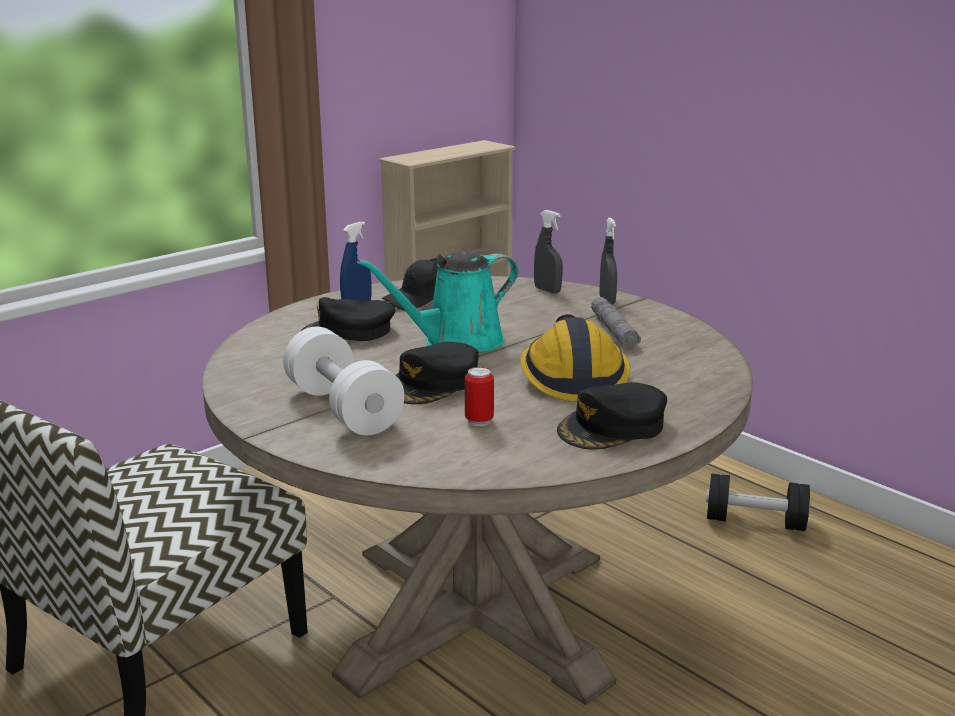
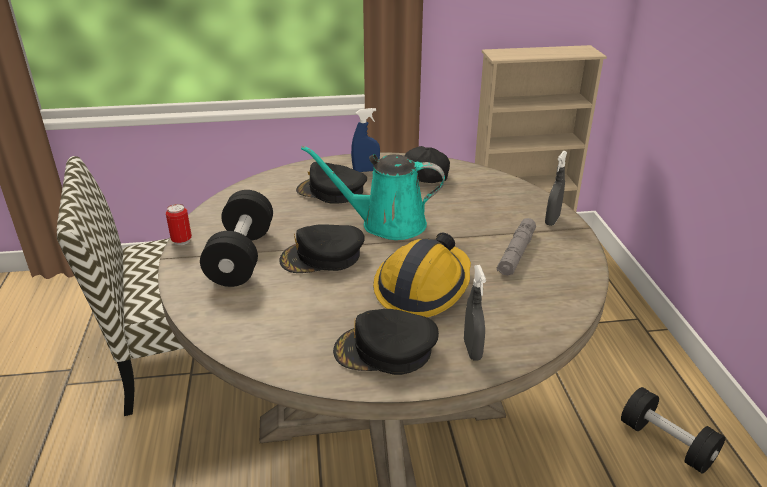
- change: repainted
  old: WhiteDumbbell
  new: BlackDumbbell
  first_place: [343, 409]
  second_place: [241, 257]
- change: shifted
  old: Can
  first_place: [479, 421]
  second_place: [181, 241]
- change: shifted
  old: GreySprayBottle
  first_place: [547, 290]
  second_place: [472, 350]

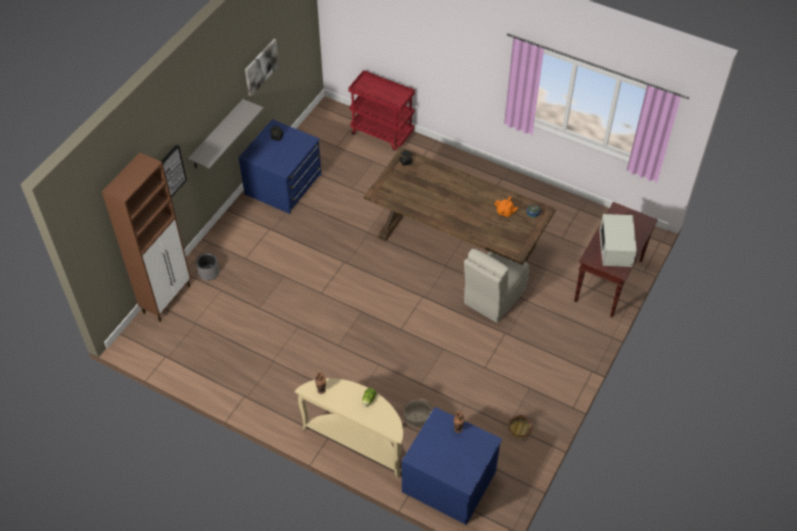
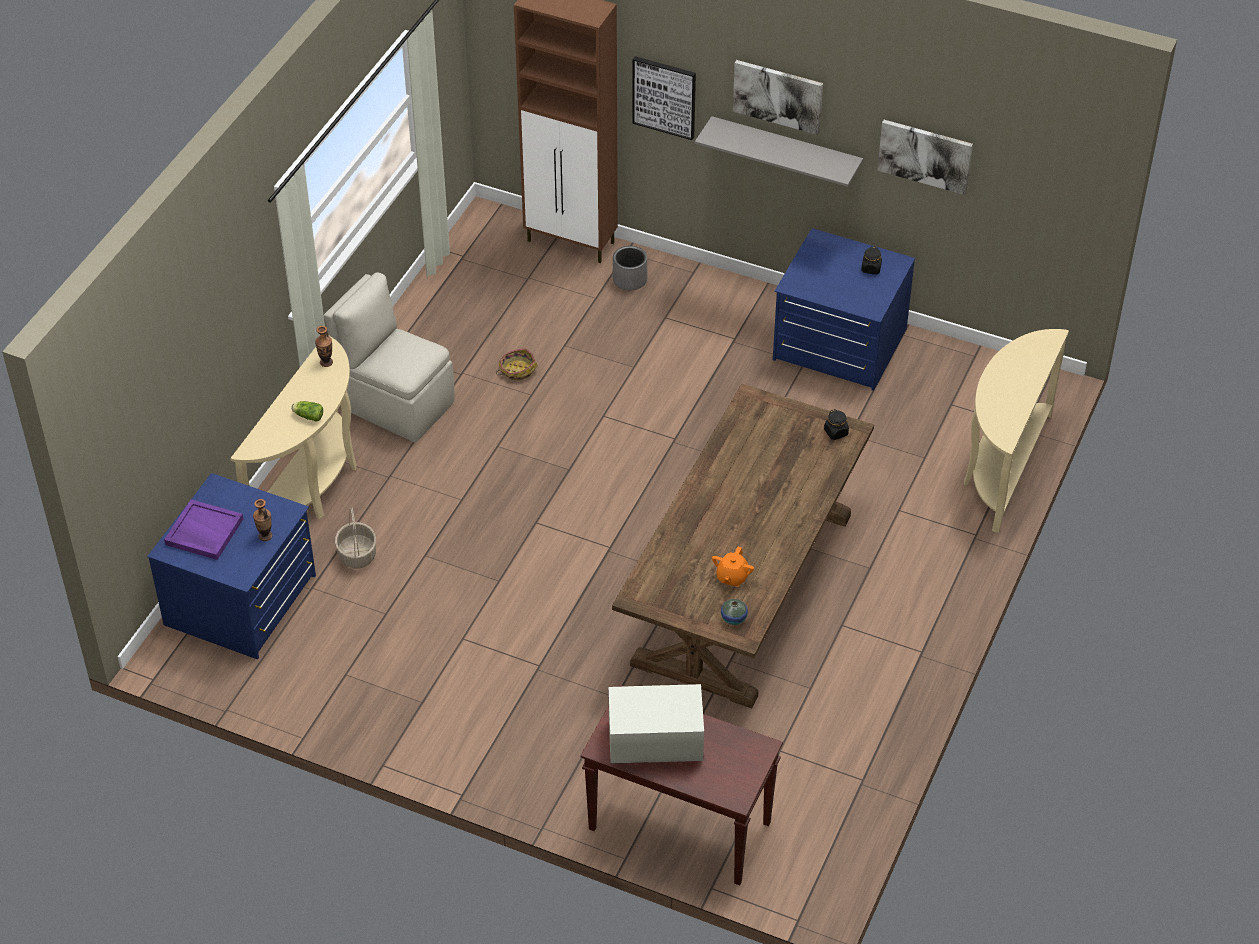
- change: swapped
  old: RedCart
  new: BeigeConsoleTable
  first_place: [383, 133]
  second_place: [1002, 466]
- change: shifted
  old: BeigeChair
  first_place: [493, 297]
  second_place: [396, 404]
- change: shifted
  old: Basket
  first_place: [519, 430]
  second_place: [517, 370]
- change: new
  new: PurpleTray
  second_place: [203, 532]
- change: new
  new: Picture
  second_place: [778, 95]

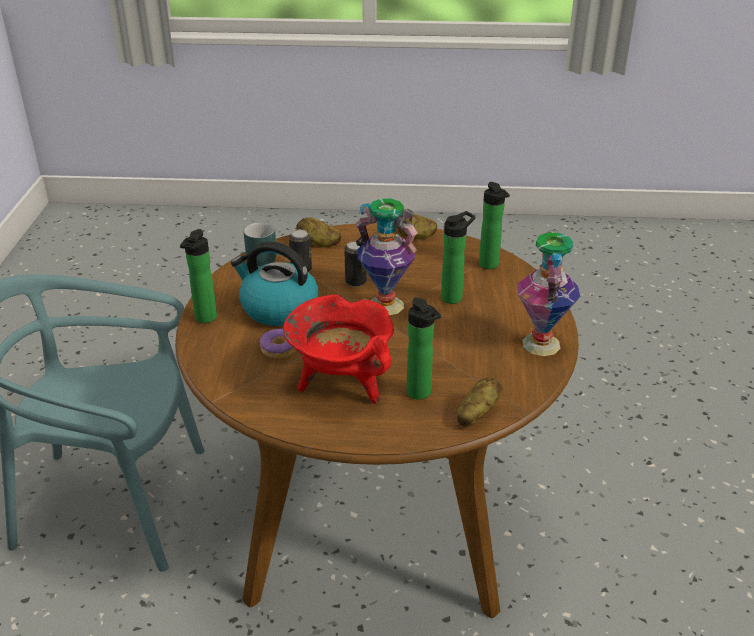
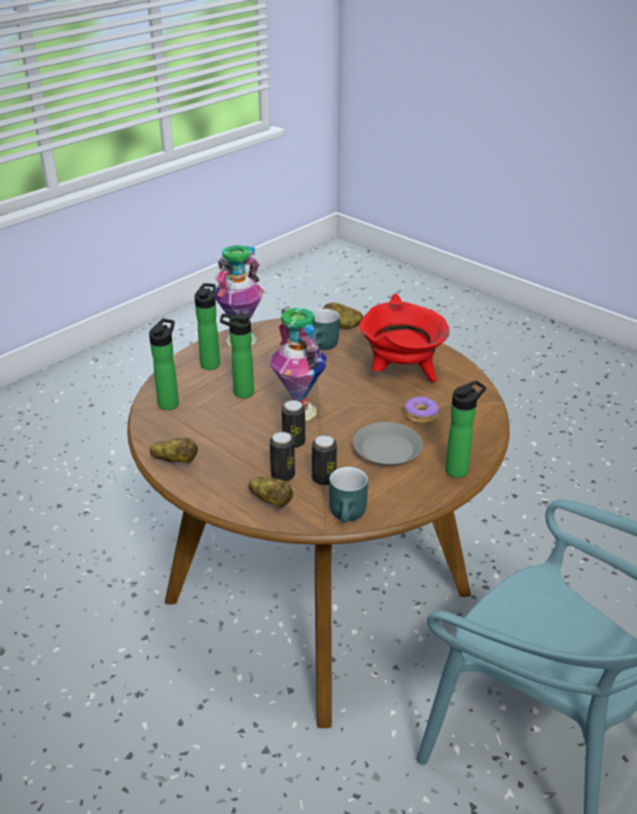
- change: swapped
  old: Kettle
  new: GreyPlate
  first_place: [278, 308]
  second_place: [387, 449]
- change: shifted
  old: Bottle
  first_place: [421, 394]
  second_place: [211, 363]
- change: new
  new: Can
  second_place: [283, 475]
- change: new
  new: TurquoiseMug
  second_place: [324, 346]

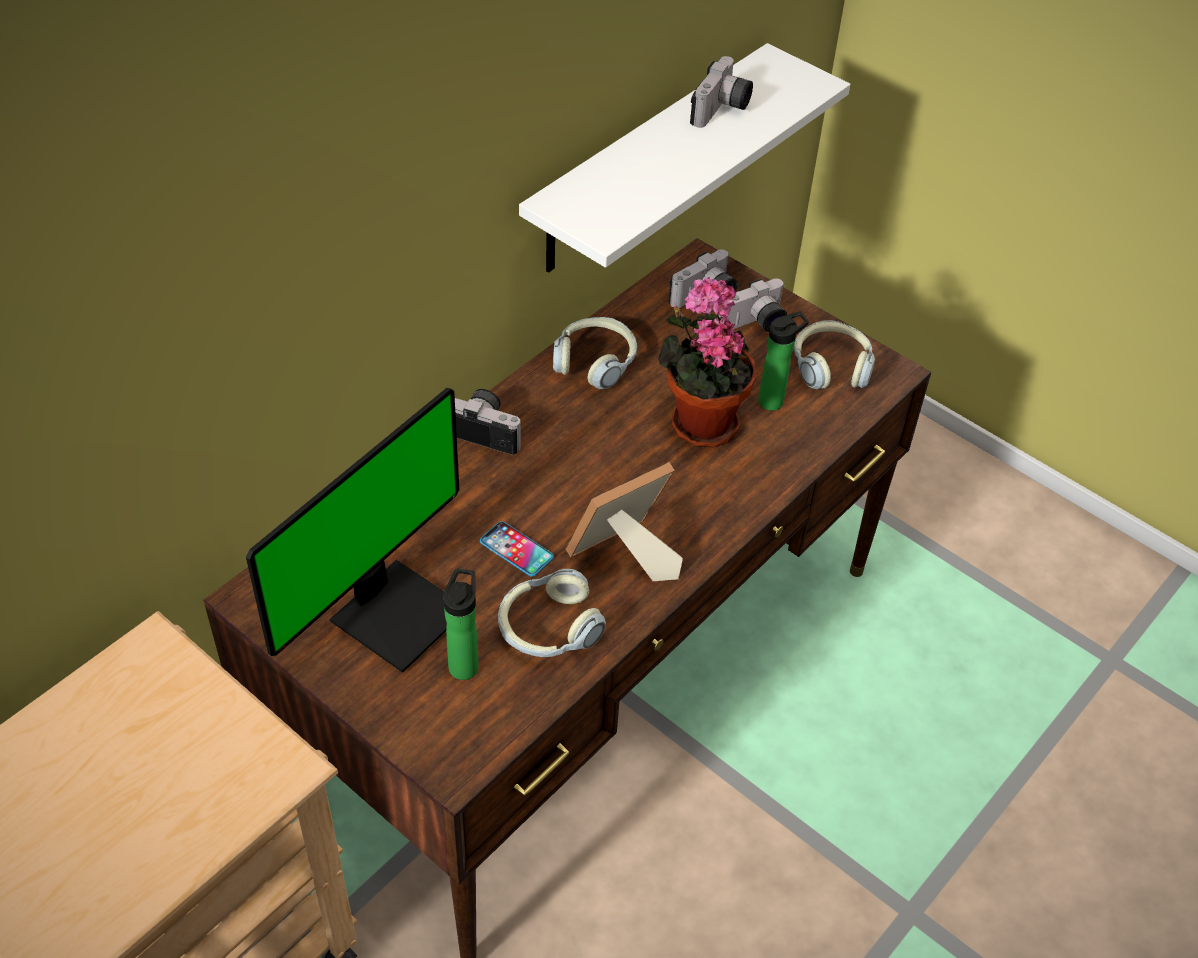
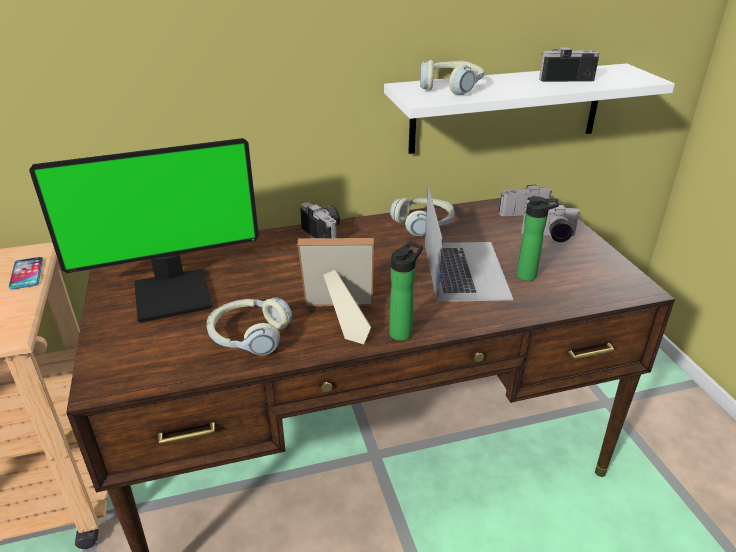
- change: shifted
  old: Bottle
  first_place: [464, 663]
  second_place: [403, 332]
- change: shifted
  old: Phone
  first_place: [516, 550]
  second_place: [27, 273]
- change: swapped
  old: PottedPlant
  new: Laptop
  first_place: [700, 421]
  second_place: [465, 269]
- change: rotated
  old: PhotoCamera
  first_place: [722, 110]
  second_place: [563, 77]
  degrees: -150
- change: shifted
  old: Headphones
  first_place: [831, 366]
  second_place: [451, 87]

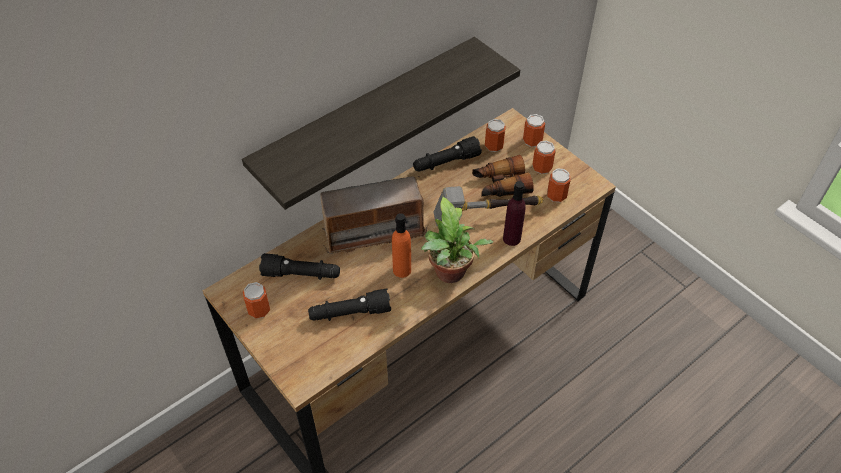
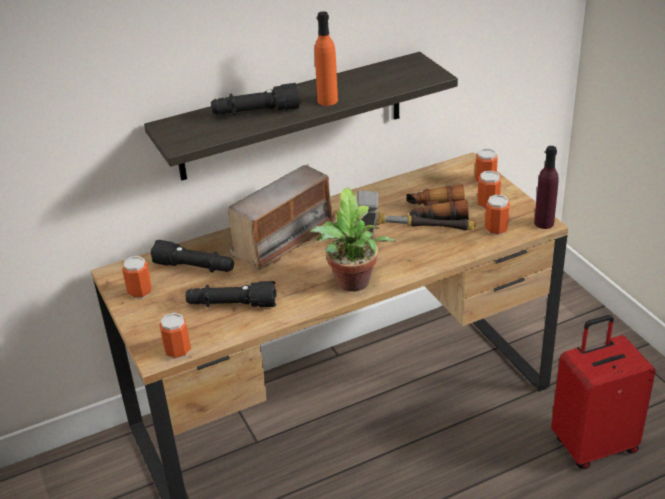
- change: rotated
  old: Radio
  first_place: [374, 231]
  second_place: [284, 240]
  degrees: -45
- change: shifted
  old: OrangeBottle
  first_place: [402, 270]
  second_place: [327, 100]
- change: shifted
  old: BlackFlashlight
  first_place: [446, 163]
  second_place: [256, 112]
- change: shifted
  old: Can
  first_place: [494, 146]
  second_place: [178, 350]
- change: shifted
  old: PurpleBottle
  first_place: [511, 238]
  second_place: [544, 223]
- change: new
  new: RedSuitcase
  second_place: [593, 444]

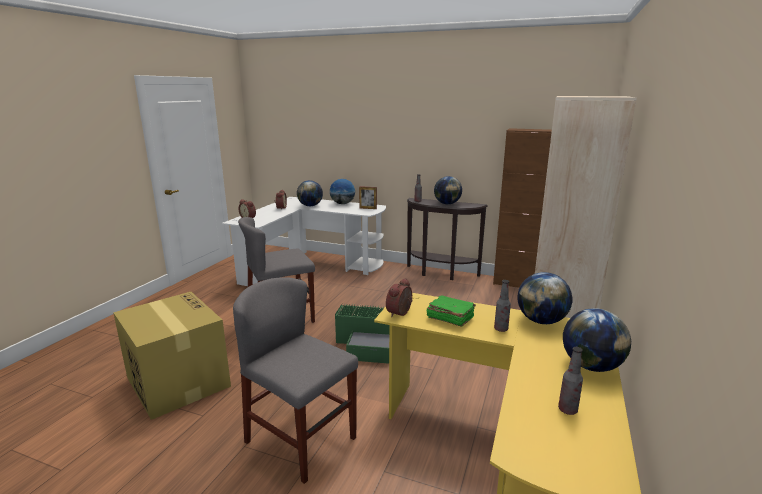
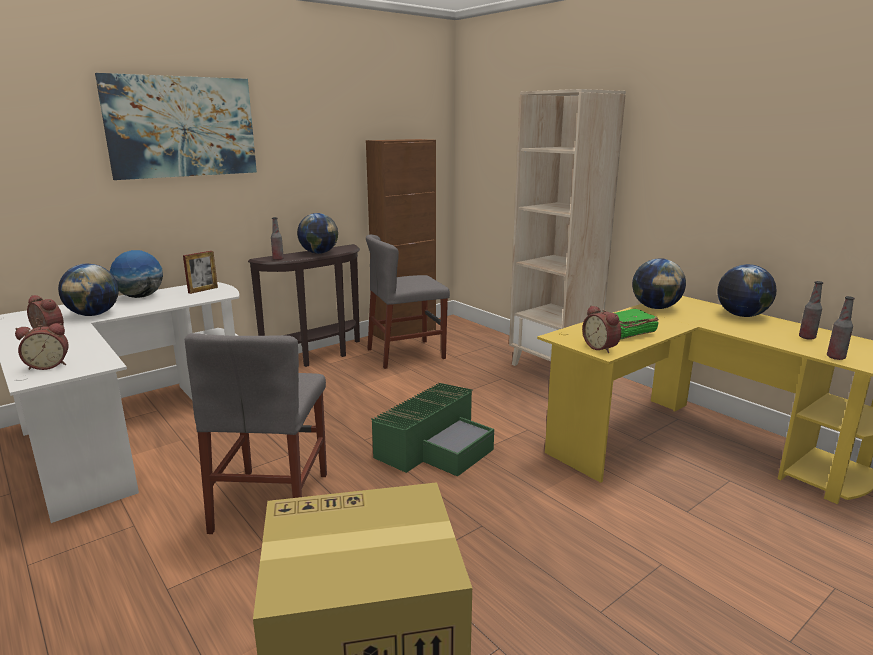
- change: shifted
  old: GreyChair
  first_place: [301, 440]
  second_place: [406, 354]
- change: shifted
  old: Bottle
  first_place: [501, 329]
  second_place: [835, 357]
- change: new
  new: Picture
  second_place: [182, 127]

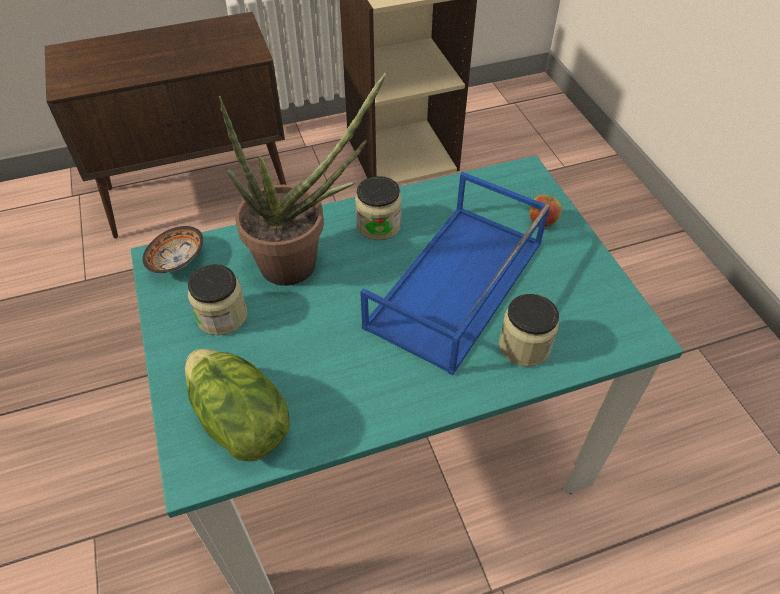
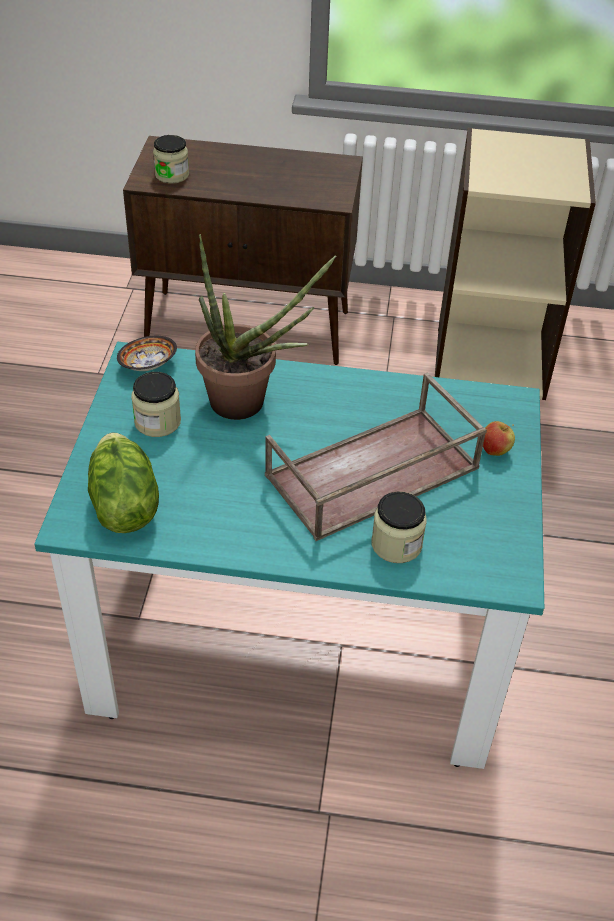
- change: shifted
  old: Jar
  first_place: [378, 225]
  second_place: [172, 175]
- change: repainted
  old: BlueTray
  new: BrownTray
  first_place: [457, 286]
  second_place: [372, 474]

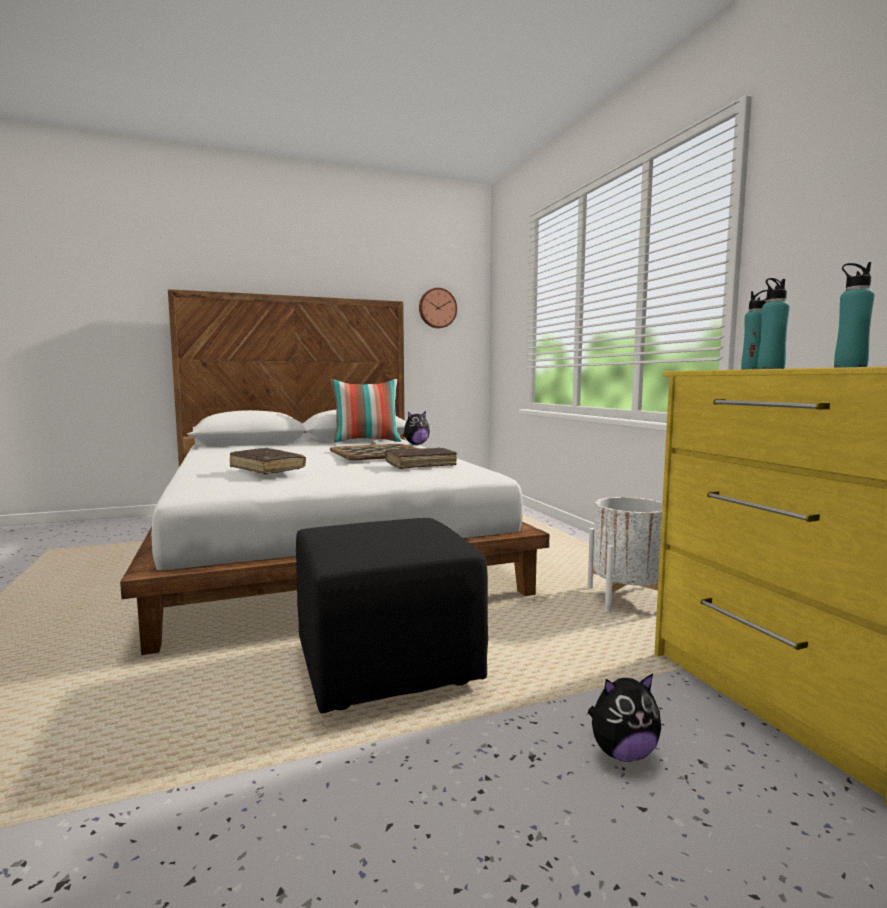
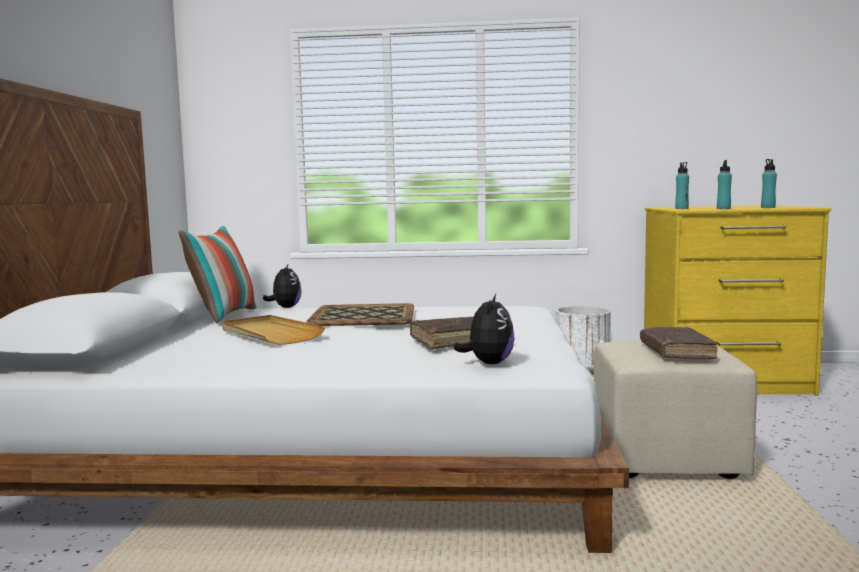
- change: repainted
  old: BlackOttoman
  new: BeigeOttoman
  first_place: [388, 664]
  second_place: [664, 457]
- change: shifted
  old: BrownBook
  first_place: [420, 465]
  second_place: [676, 352]
- change: gone
  old: WallClock
  first_place: [437, 308]
- change: shifted
  old: PlushToy
  first_place: [622, 753]
  second_place: [488, 363]
- change: new
  new: BeigeTray
  second_place: [269, 334]

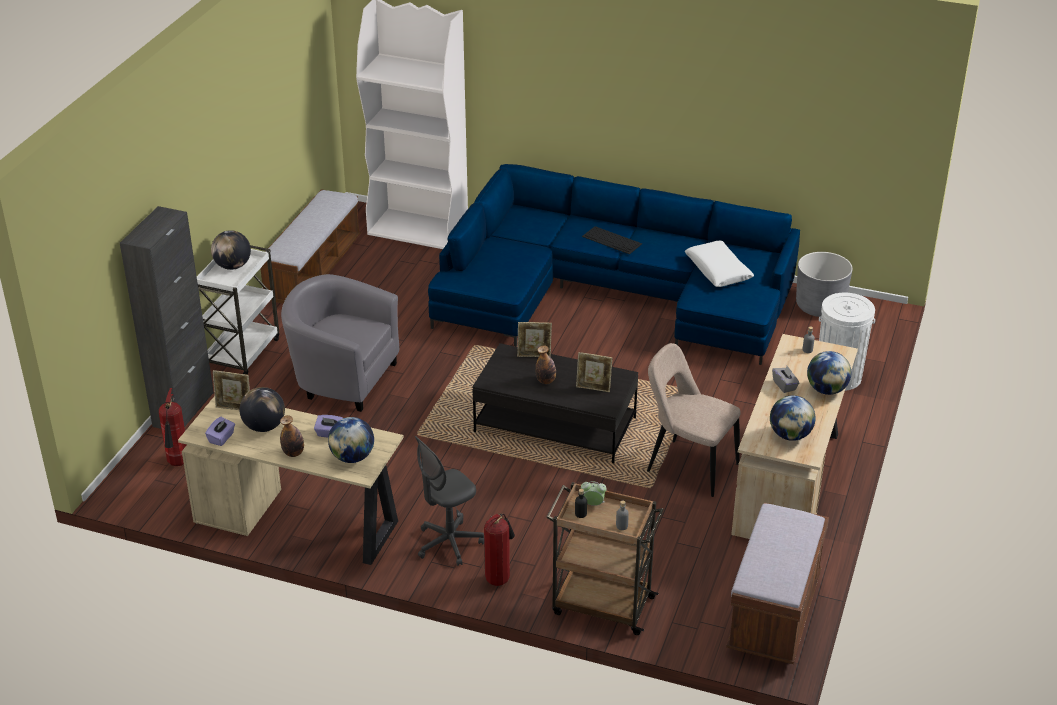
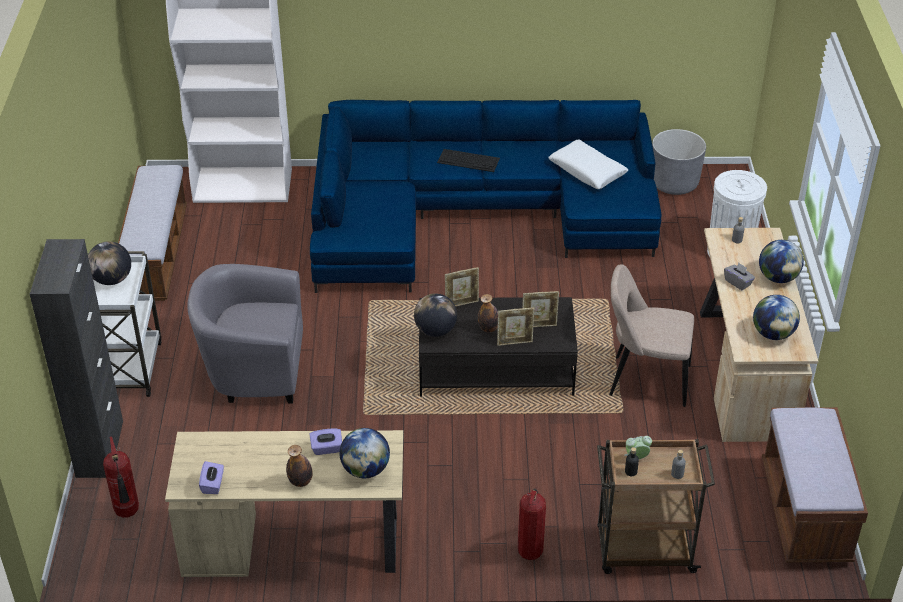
- change: shifted
  old: PictureFrame
  first_place: [234, 408]
  second_place: [515, 342]
- change: shifted
  old: Globe
  first_place: [264, 426]
  second_place: [435, 331]
- change: gone
  old: GreyOfficeChair
  first_place: [449, 543]

